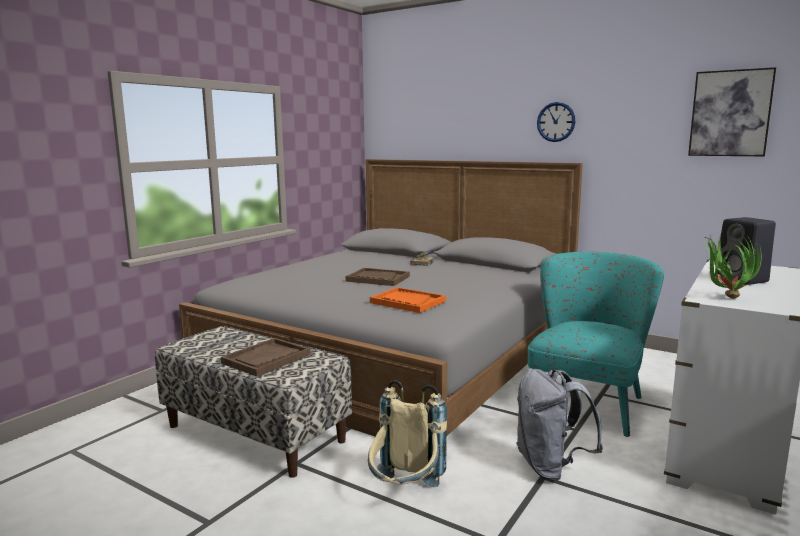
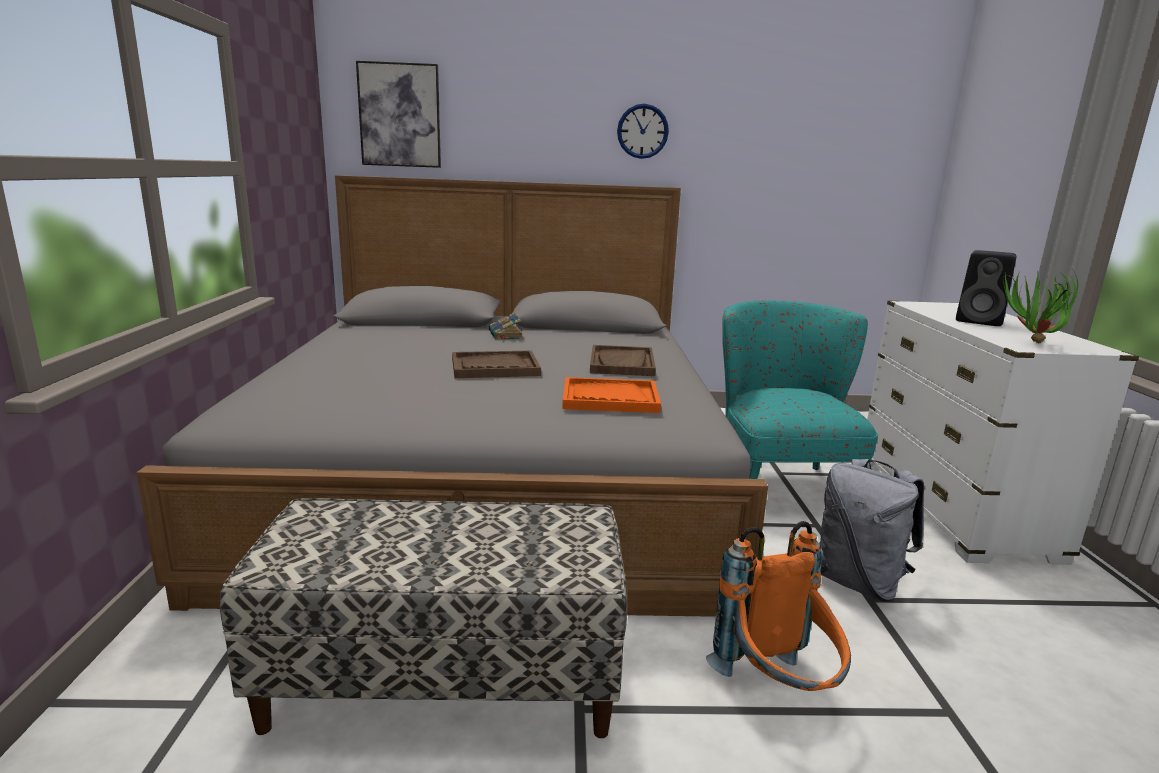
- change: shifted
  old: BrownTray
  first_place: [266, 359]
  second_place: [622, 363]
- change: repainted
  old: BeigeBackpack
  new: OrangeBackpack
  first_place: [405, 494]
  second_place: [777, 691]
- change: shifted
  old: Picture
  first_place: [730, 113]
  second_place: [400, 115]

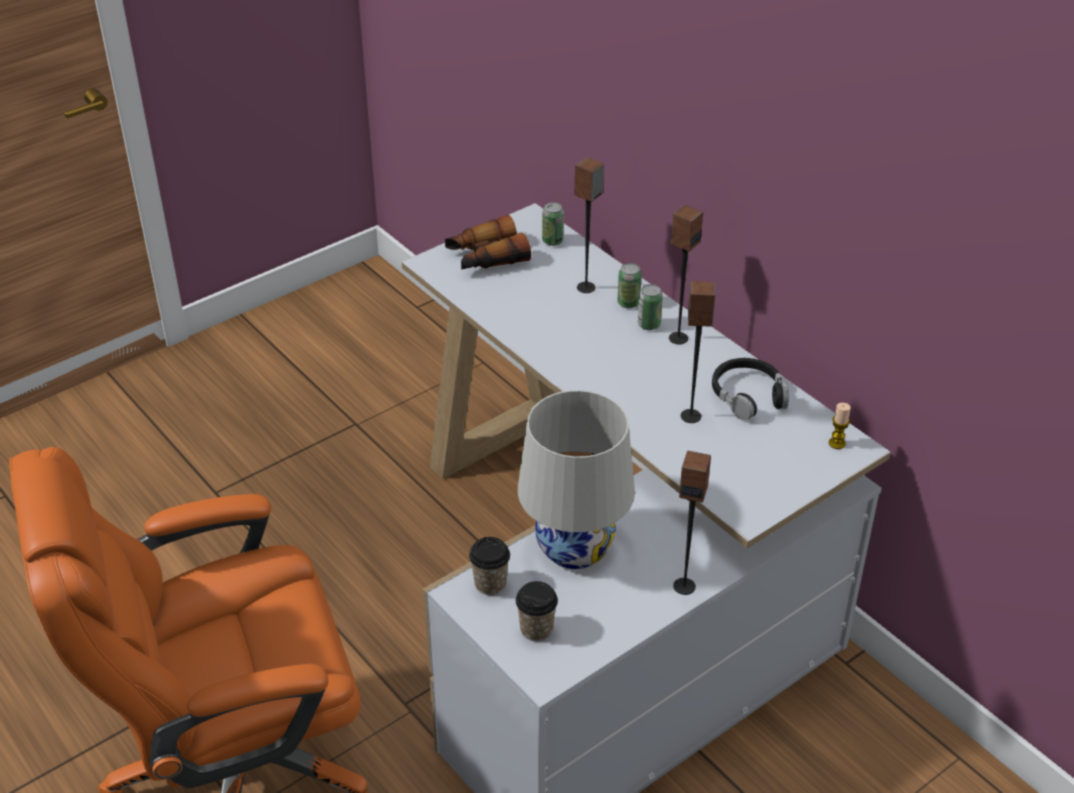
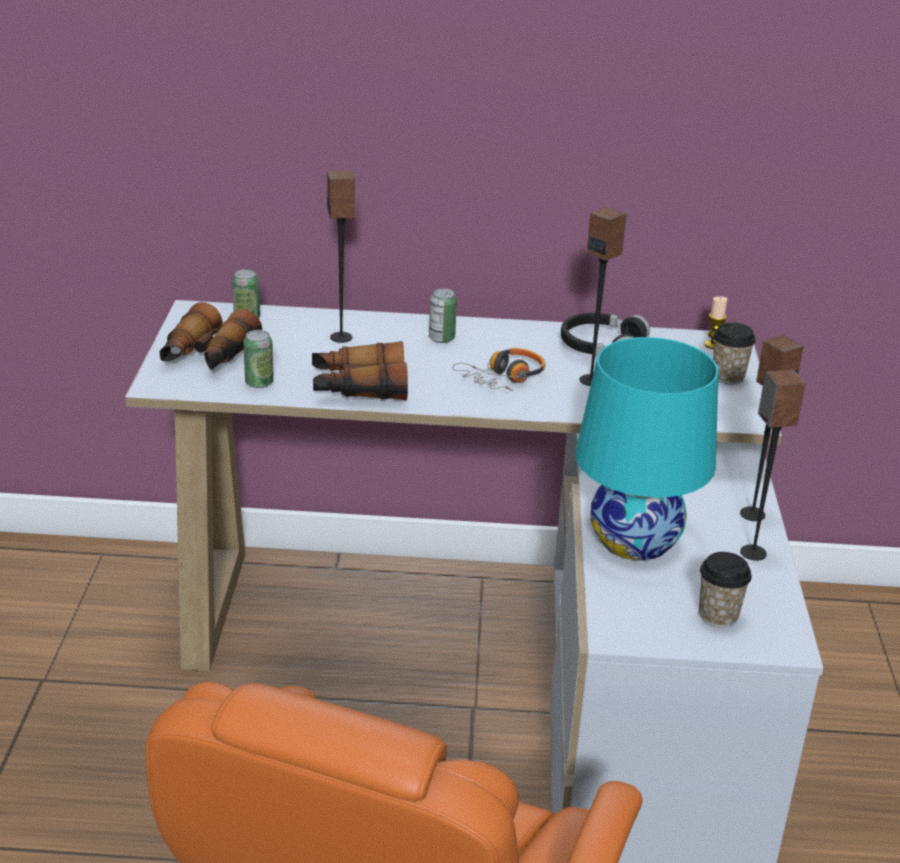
- change: shifted
  old: Cup
  first_place: [490, 584]
  second_place: [728, 377]
- change: repainted
  old: WhiteTableLamp
  new: TurquoiseTableLamp
  first_place: [575, 548]
  second_place: [635, 540]
- change: shifted
  old: Can
  first_place: [628, 303]
  second_place: [259, 383]
- change: shifted
  old: Speaker
  first_place: [678, 338]
  second_place: [752, 553]
- change: new
  new: Binoculars
  second_place: [358, 387]
- change: new
  new: Headphones
  second_place: [503, 378]

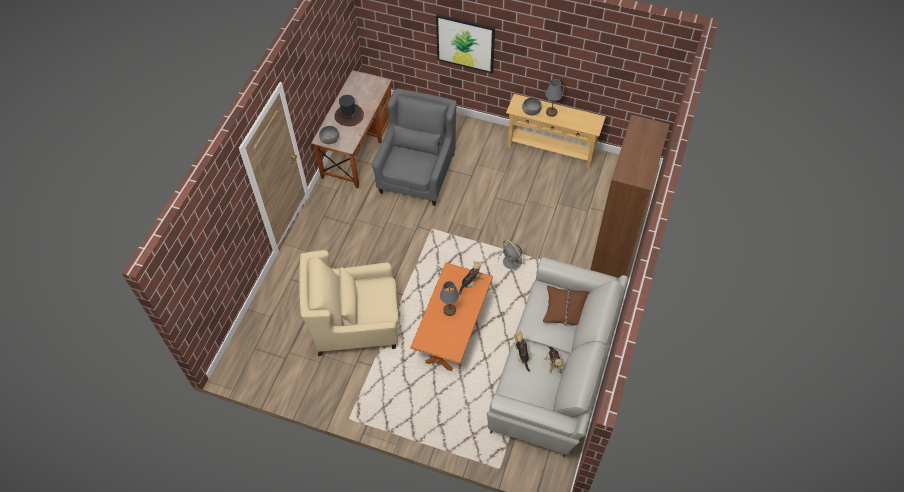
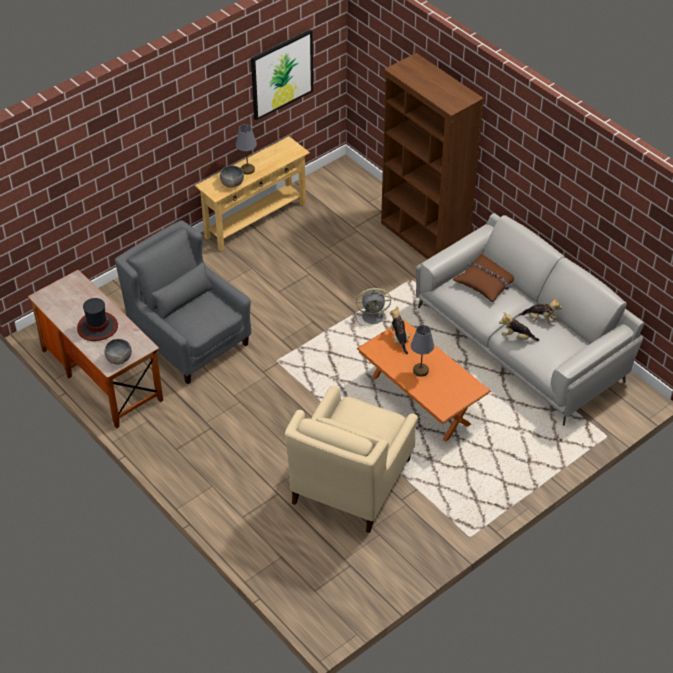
- change: shifted
  old: Picture
  first_place: [465, 43]
  second_place: [281, 74]

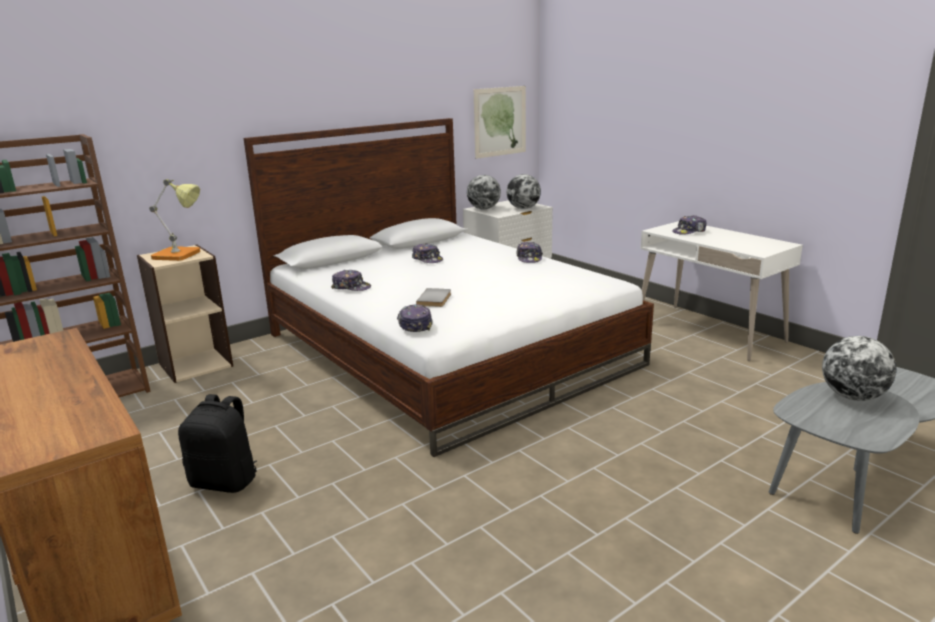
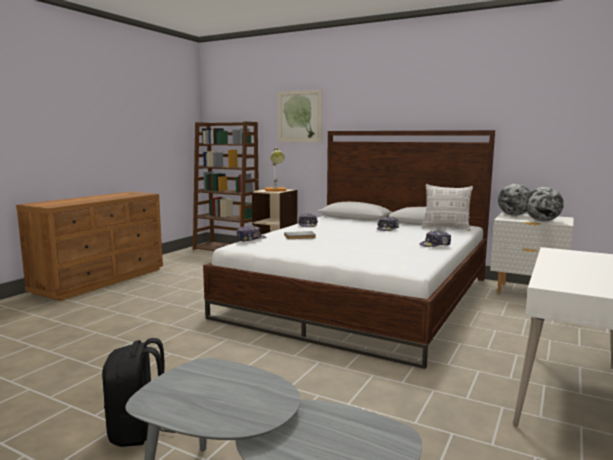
- change: shifted
  old: BlackBackpack
  first_place: [225, 481]
  second_place: [138, 430]
- change: shifted
  old: Picture
  first_place: [500, 121]
  second_place: [299, 116]
- change: gone
  old: Cap
  first_place: [689, 232]
- change: gone
  old: Globe
  first_place: [852, 397]
- change: new
  new: Pillow
  second_place: [446, 228]

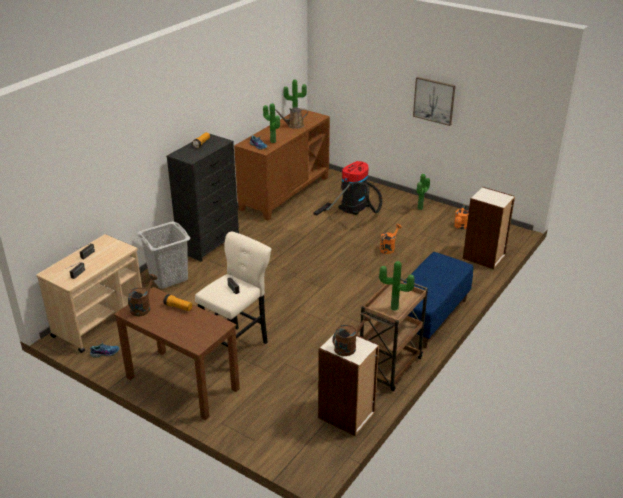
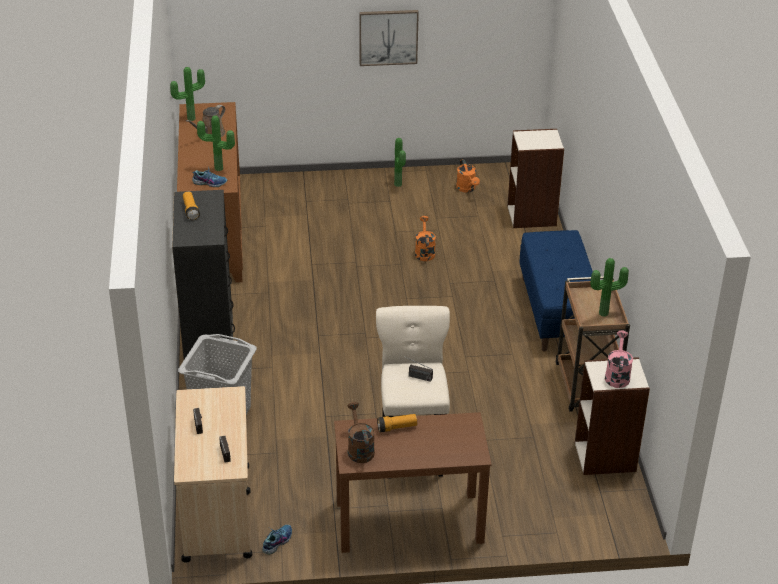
- change: gone
  old: VacuumCleaner
  first_place: [355, 205]
- change: repainted
  old: BrownWateringCan
  new: PinkWateringCan
  first_place: [348, 346]
  second_place: [617, 375]

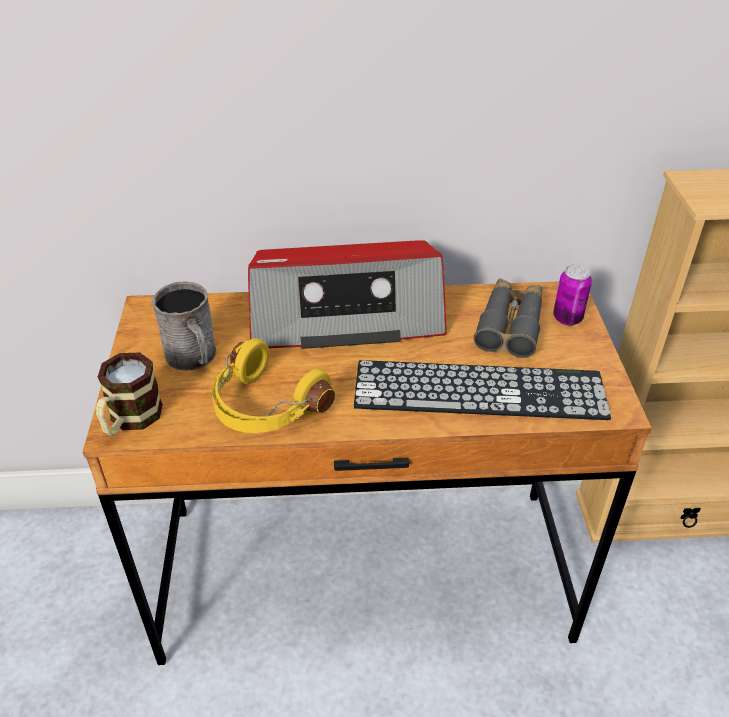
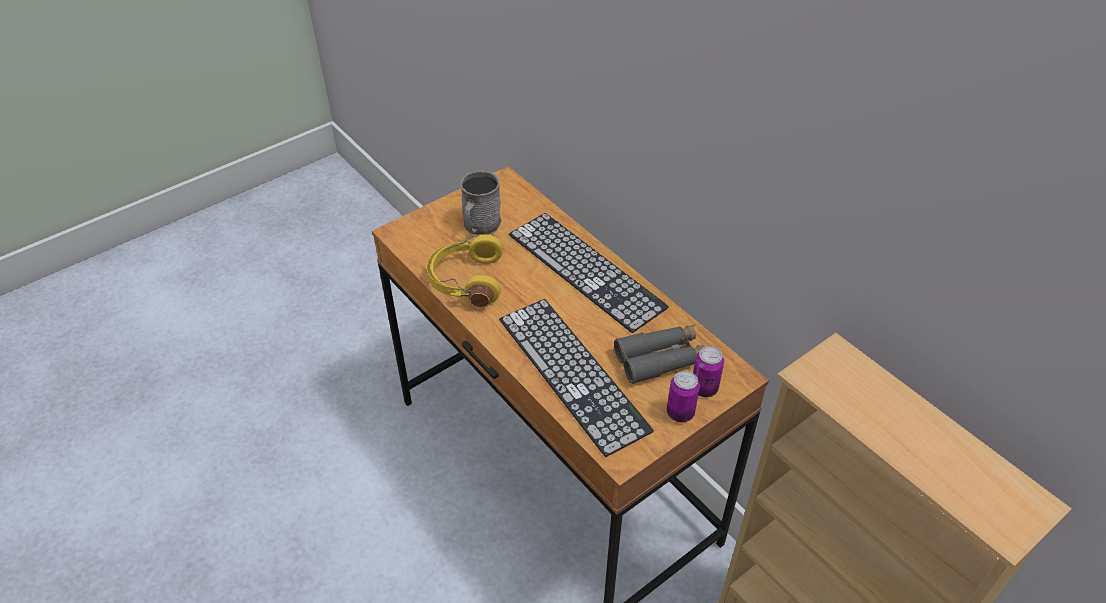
- change: gone
  old: Mug
  first_place: [130, 420]
- change: swapped
  old: Radio
  new: Keyboard
  first_place: [346, 316]
  second_place: [586, 270]
- change: new
  new: Can
  second_place: [680, 413]

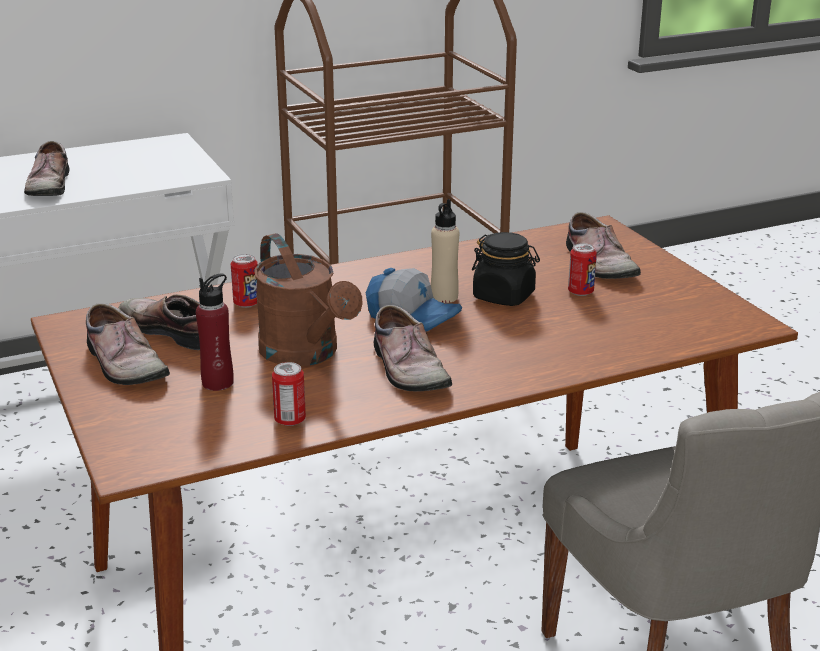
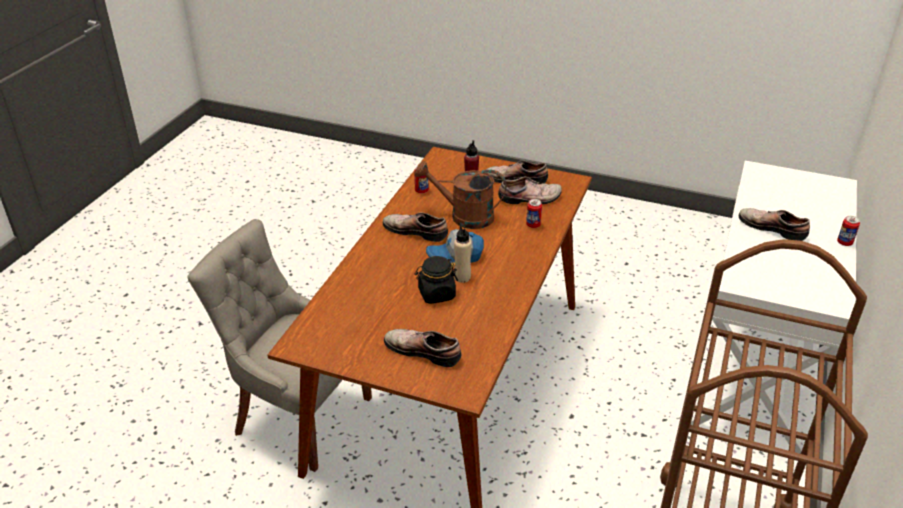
- change: shifted
  old: Can
  first_place: [580, 292]
  second_place: [844, 243]

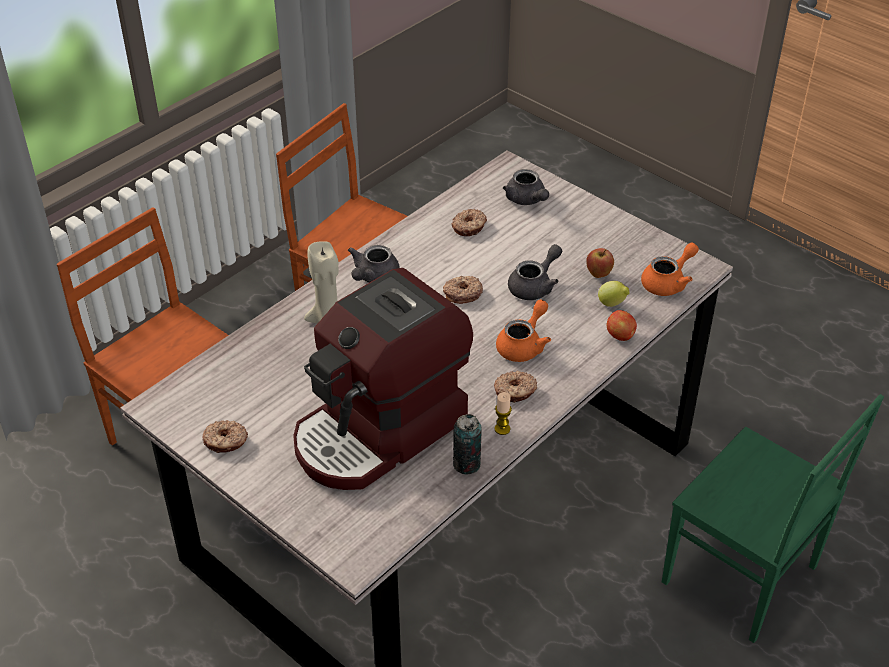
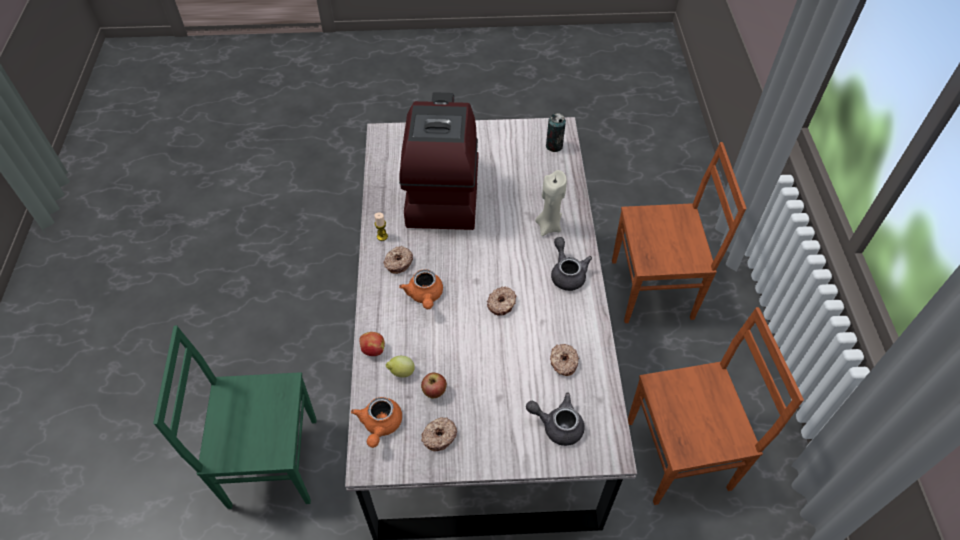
- change: shifted
  old: Donut
  first_place: [225, 441]
  second_place: [439, 436]
- change: shifted
  old: Can
  first_place: [466, 464]
  second_place: [554, 146]
- change: gone
  old: GreyTeapot
  first_place: [535, 286]

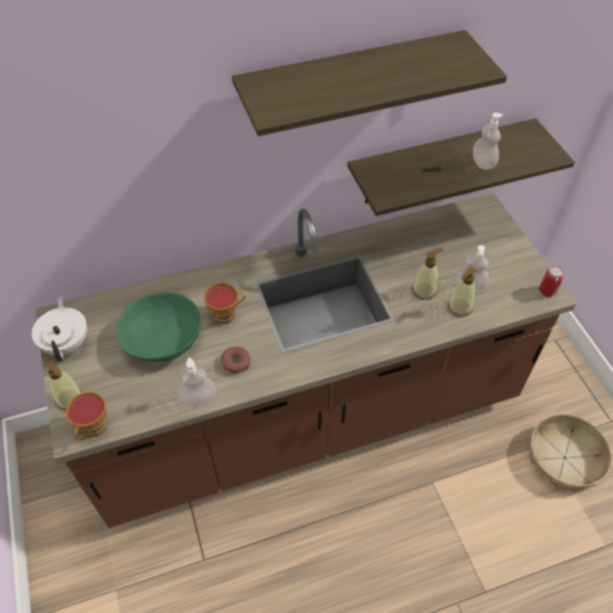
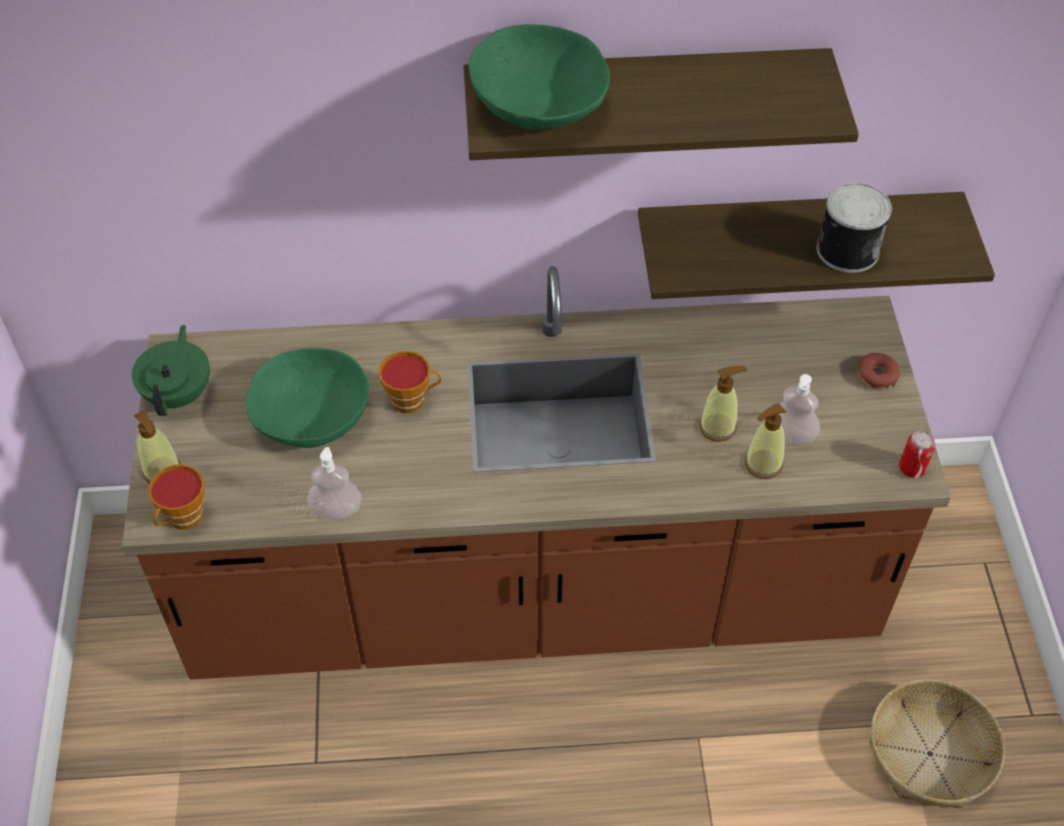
- change: repainted
  old: WhiteTeapot
  new: GreenTeapot
  first_place: [67, 343]
  second_place: [179, 393]
- change: shifted
  old: Donut
  first_place: [236, 362]
  second_place: [876, 375]
- change: swapped
  old: SoapDispenser
  new: Can
  first_place: [483, 163]
  second_place: [846, 249]
- change: new
  new: GreenBowl
  second_place: [538, 104]

